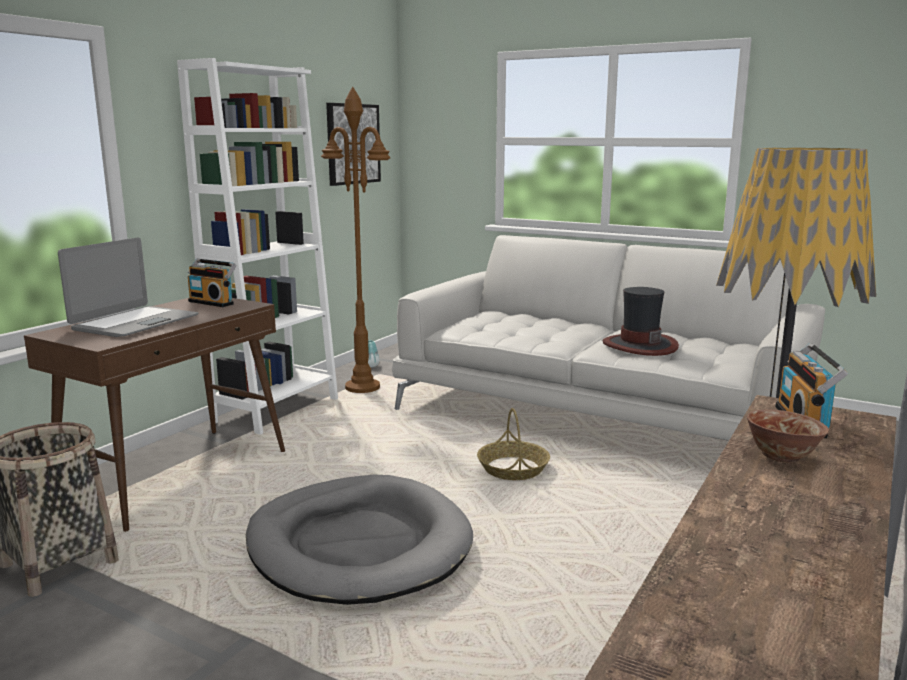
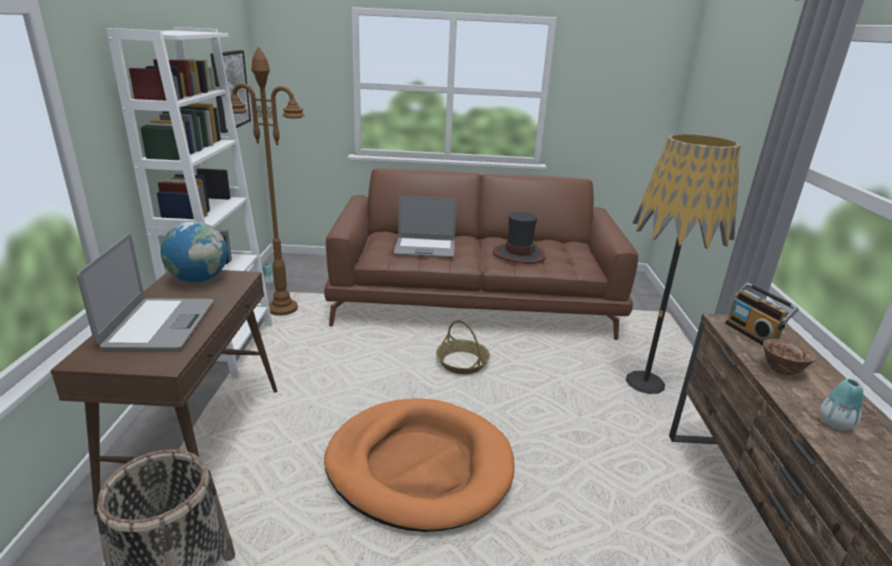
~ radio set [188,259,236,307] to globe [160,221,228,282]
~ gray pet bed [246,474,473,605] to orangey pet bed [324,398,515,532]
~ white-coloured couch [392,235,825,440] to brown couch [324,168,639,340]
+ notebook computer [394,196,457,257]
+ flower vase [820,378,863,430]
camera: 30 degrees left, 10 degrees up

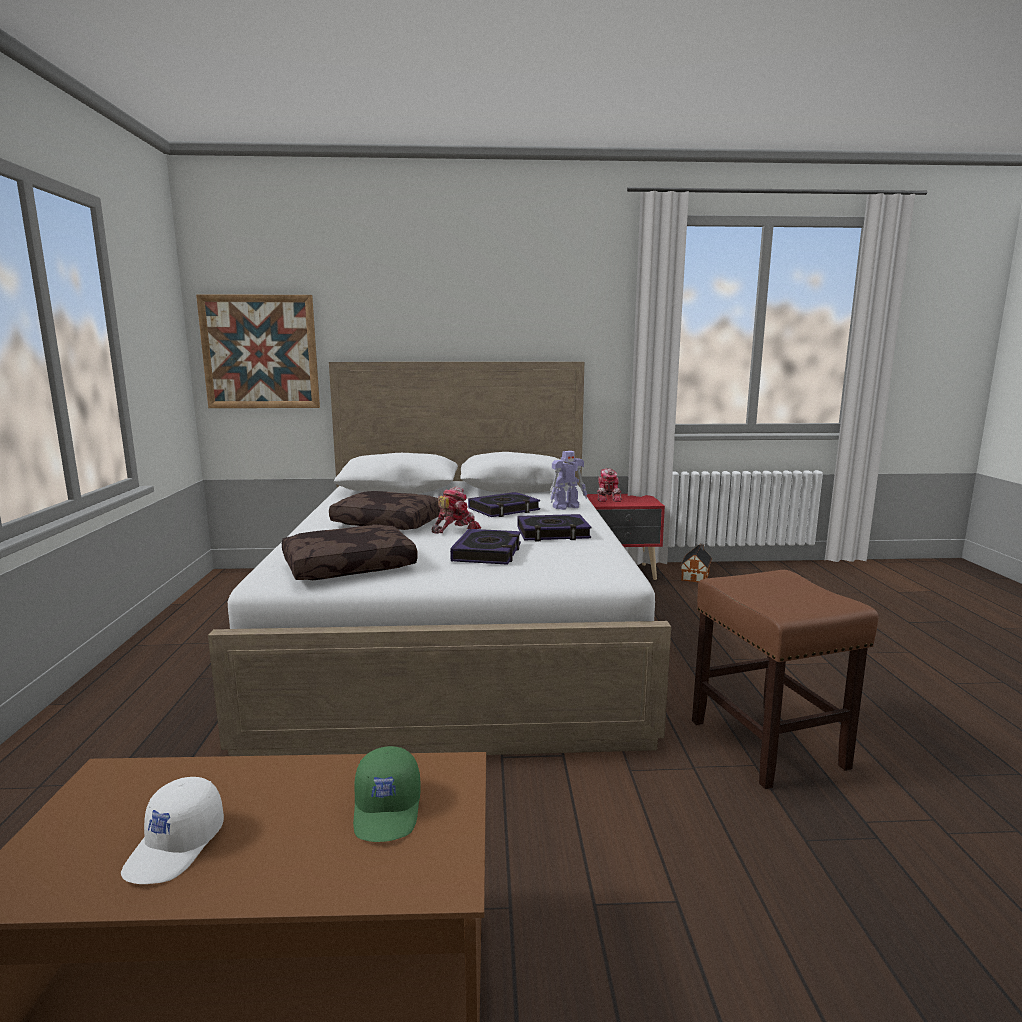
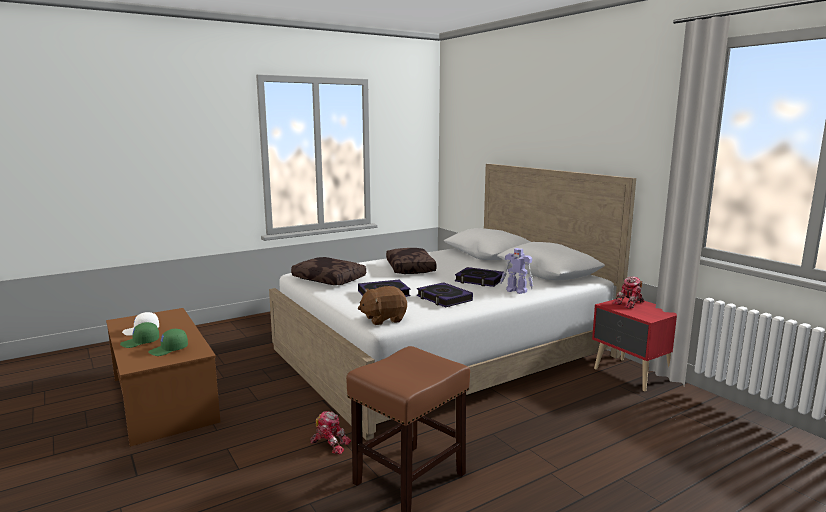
- picture [196,294,320,408]
~ model robot [432,487,481,534] to [310,411,351,455]
- miniature house [680,544,712,583]
+ green-coloured baseball cap [120,322,159,348]
+ brown plush toy [358,286,407,325]
camera: 60 degrees right, 0 degrees up

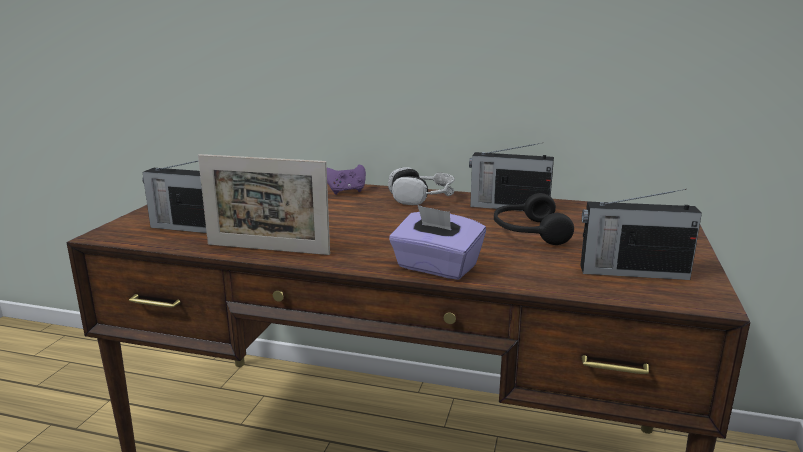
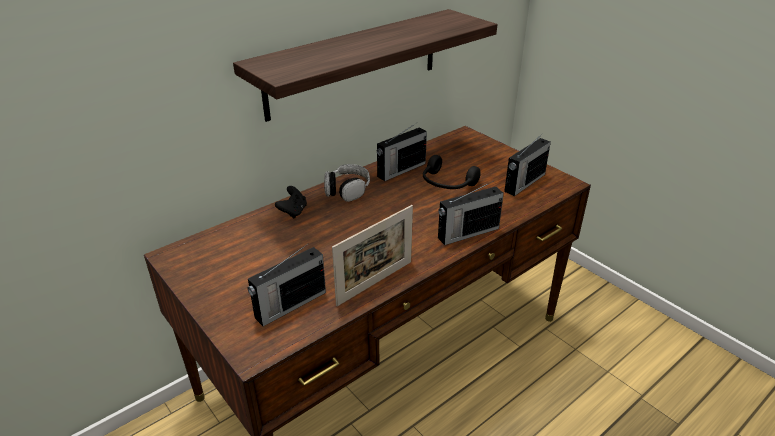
~ purple-coloured game controller [327,165,366,195] to black game controller [275,186,307,218]
~ purple-coloured box of tissues [389,205,486,280] to radio set [438,183,504,245]
+ bracket shelf [233,9,497,122]
camera: 55 degrees left, 15 degrees up

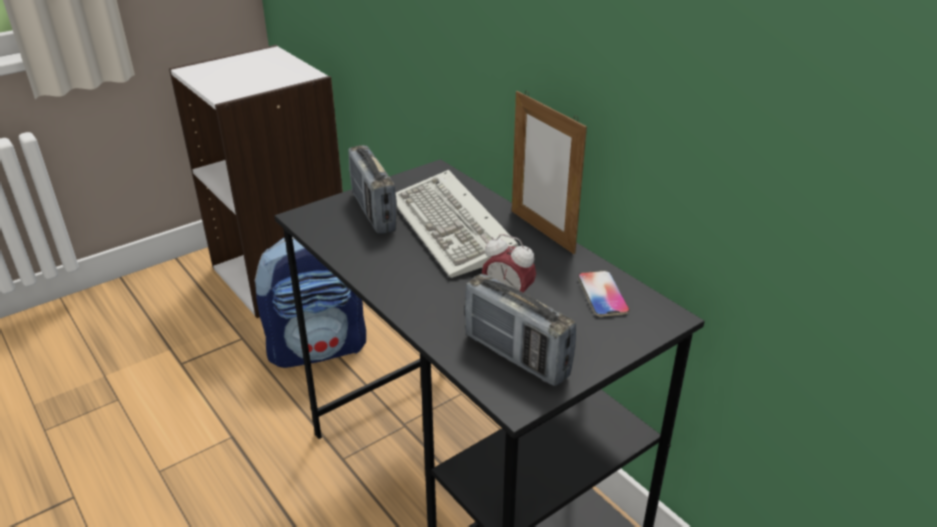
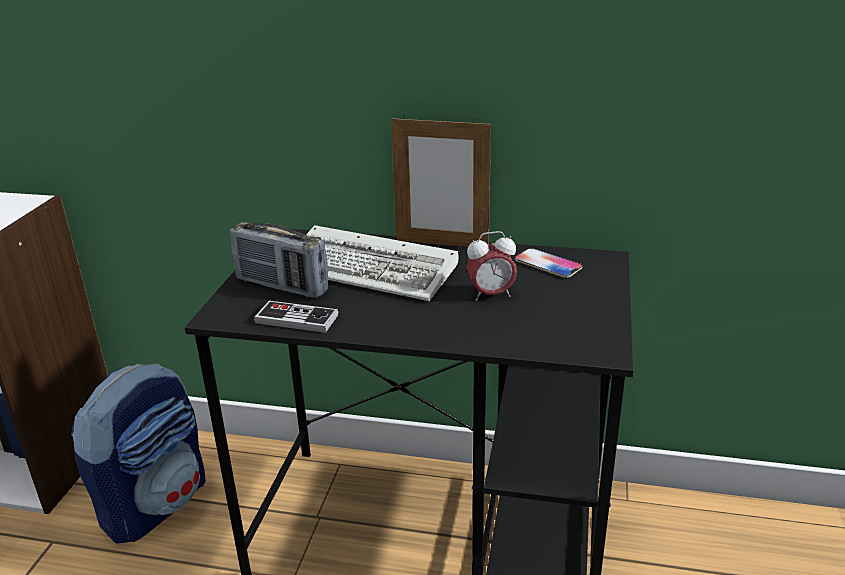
- radio set [464,274,576,386]
+ game controller [254,301,338,333]
camera: 40 degrees left, 5 degrees down

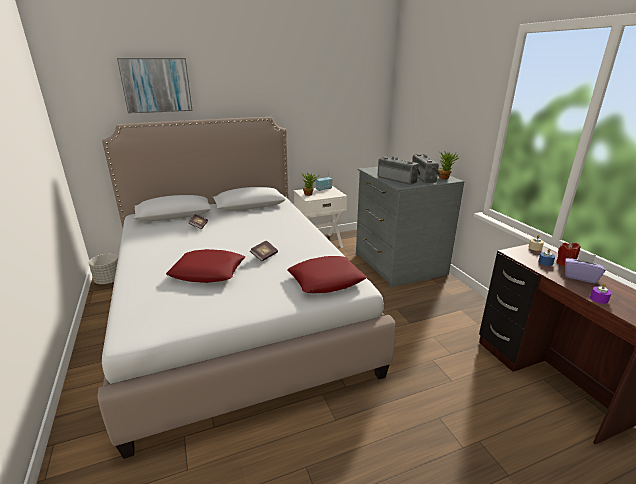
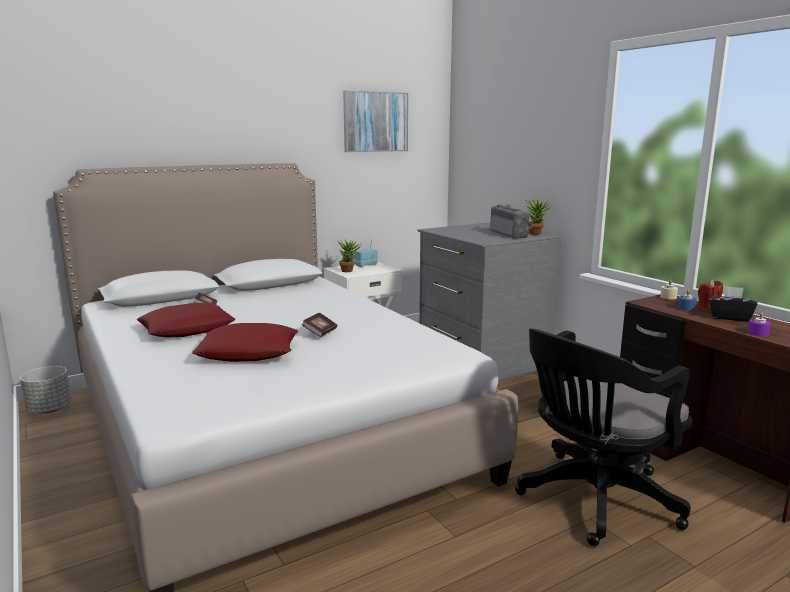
~ picture [117,58,193,113] to [343,90,408,152]
~ red throw pillow [287,256,367,293] to [136,303,235,337]
- radio set [377,156,421,185]
~ purple-coloured box of tissues [565,252,605,283] to black box of tissues [709,286,758,321]
+ black office chair [515,328,692,546]
camera: 10 degrees left, 10 degrees down

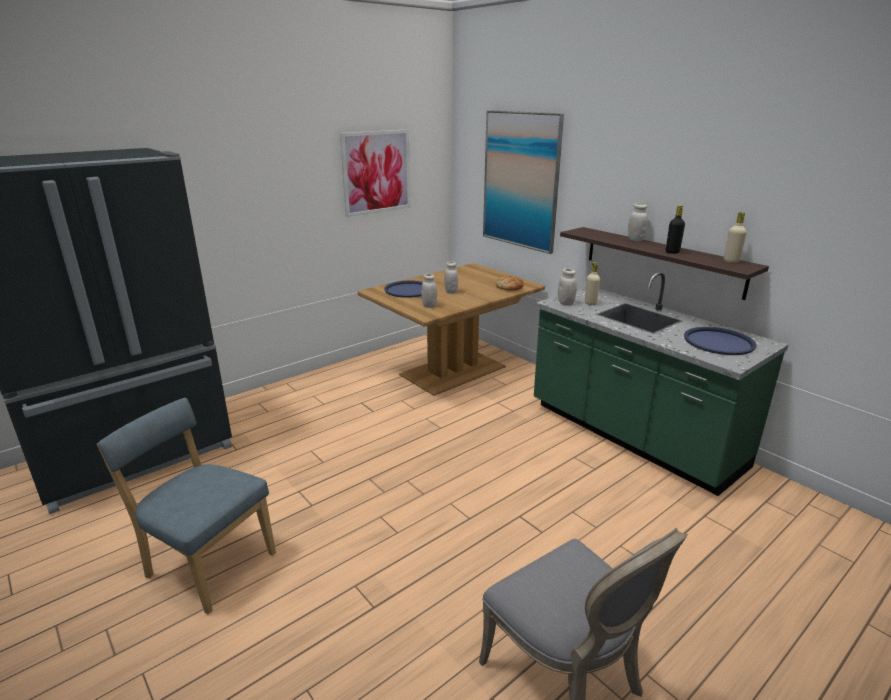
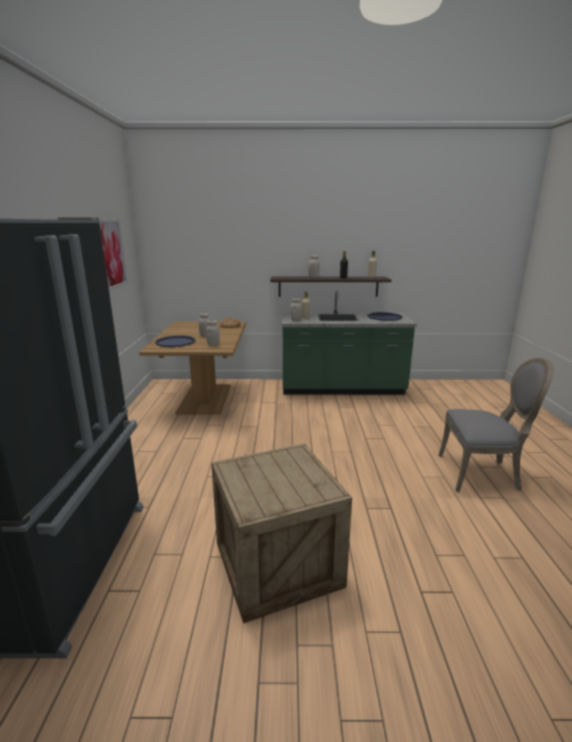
~ bluish upright chair [97,398,276,615] to packing crate [211,444,352,623]
- picture [483,110,564,254]
camera: 50 degrees left, 5 degrees down

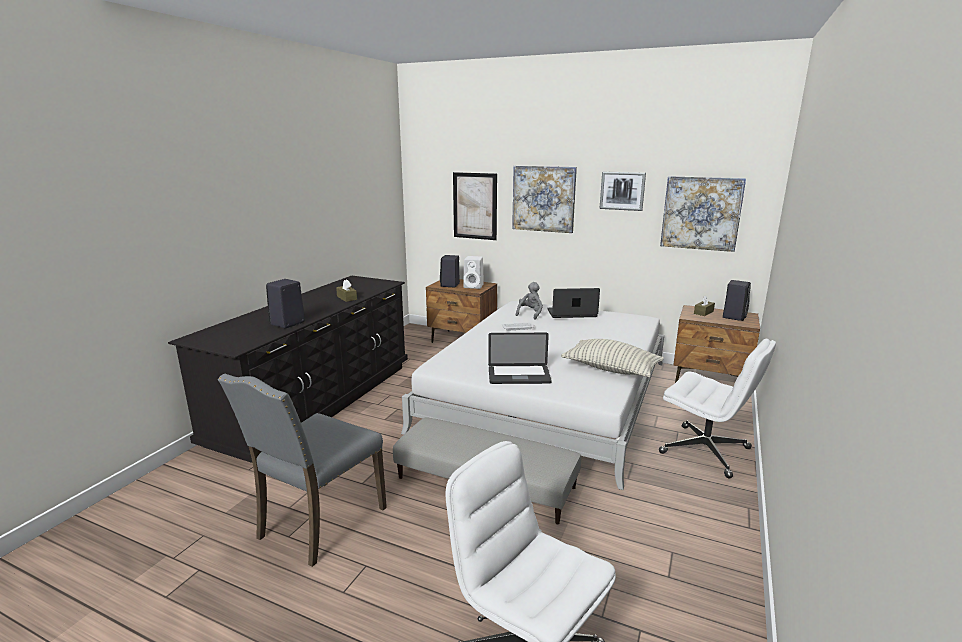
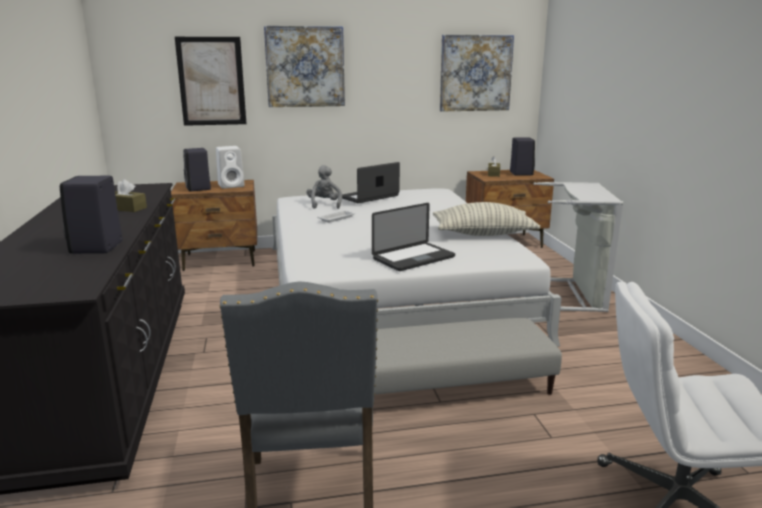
- picture [600,172,646,211]
~ white-coloured office chair [659,339,776,478] to gray hamper [533,182,623,312]
camera: 35 degrees left, 0 degrees up

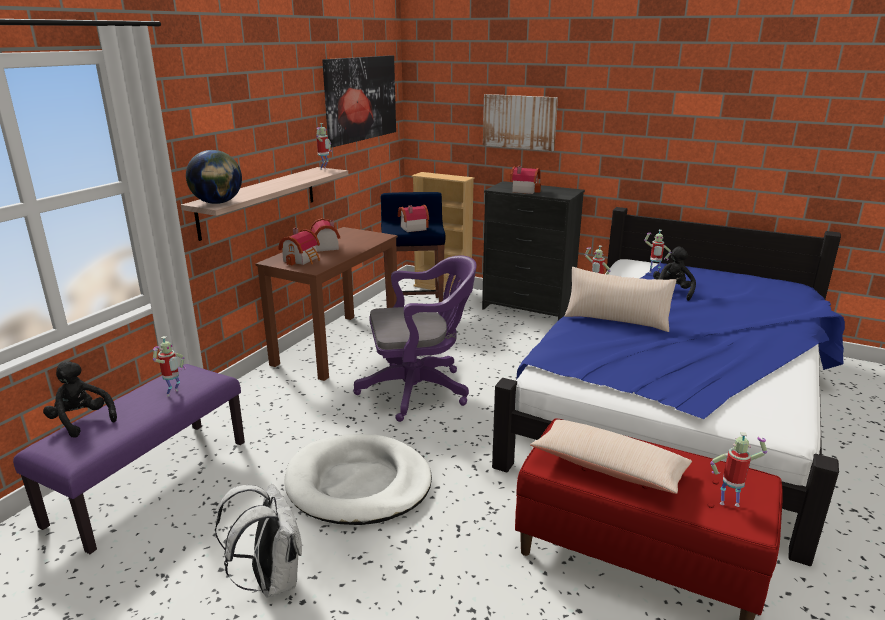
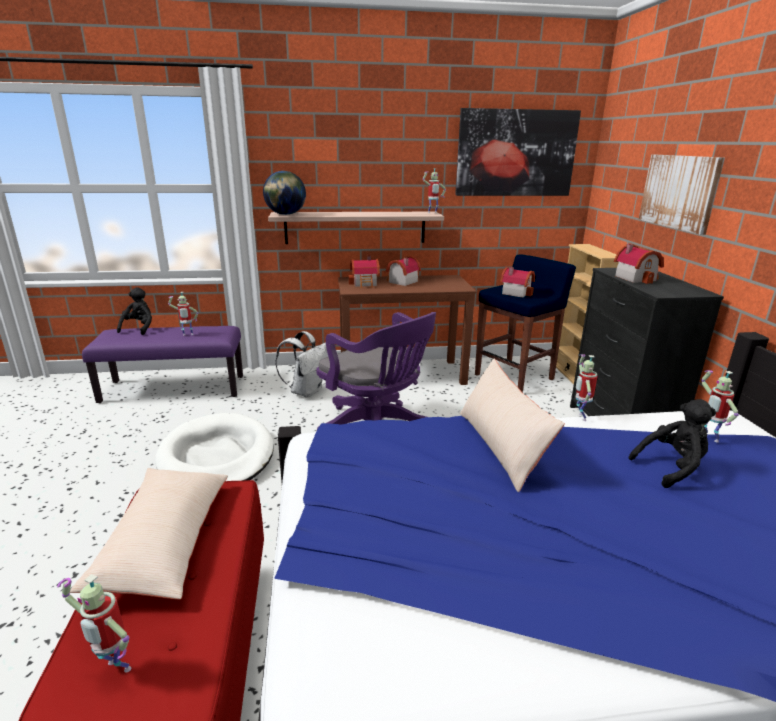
~ white-coloured rucksack [215,484,302,598] to [275,331,327,398]
~ model robot [710,432,767,507] = [57,574,131,673] 135 degrees clockwise
camera: 55 degrees right, 0 degrees up

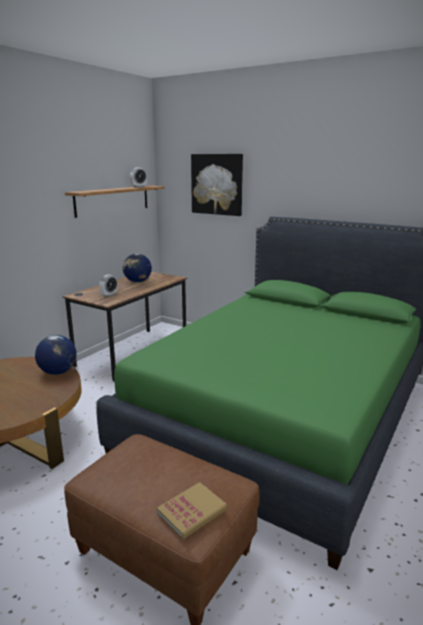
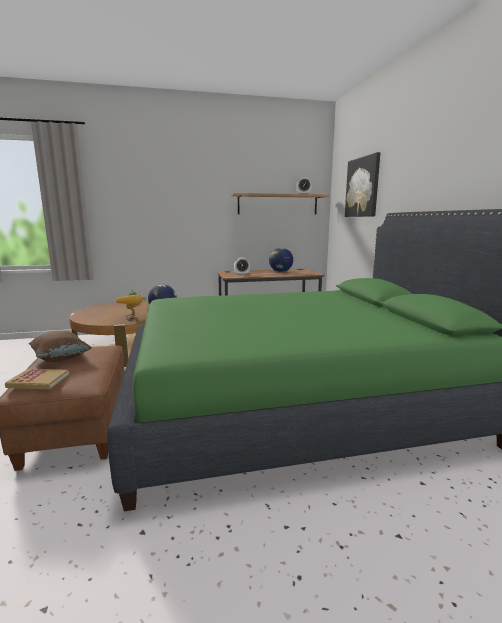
+ brown throw pillow [29,331,92,362]
+ model robot [116,288,147,320]
camera: 45 degrees right, 5 degrees down

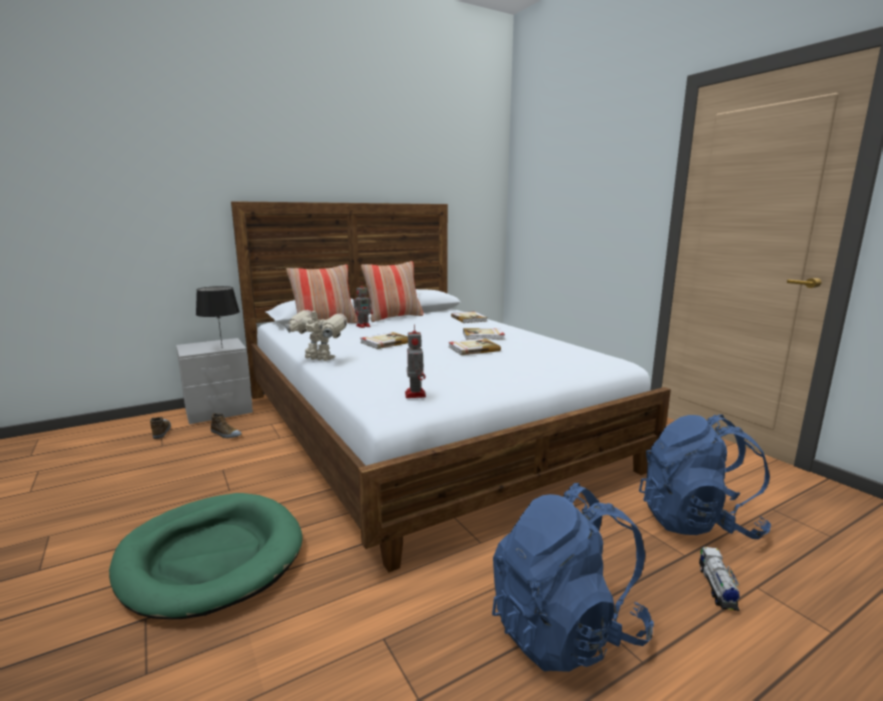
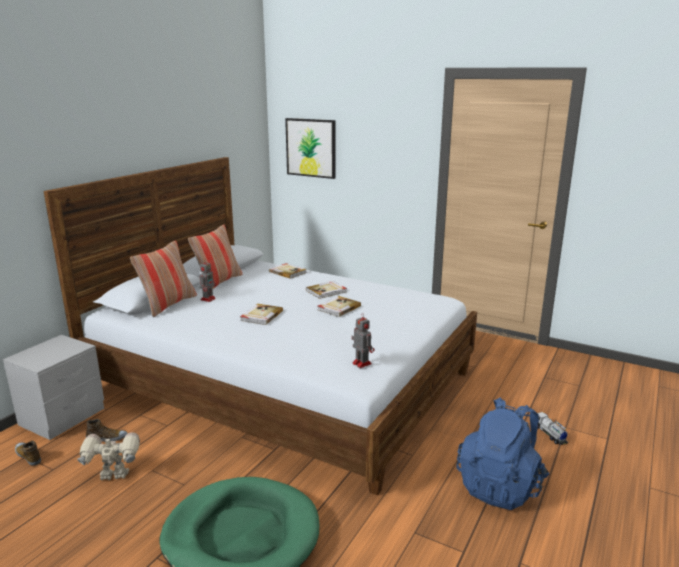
- black lamp for a table [196,286,240,349]
~ model robot [284,306,348,361] to [77,432,140,480]
- bluish rucksack [639,415,771,539]
+ picture [285,118,336,179]
camera: 30 degrees left, 5 degrees up

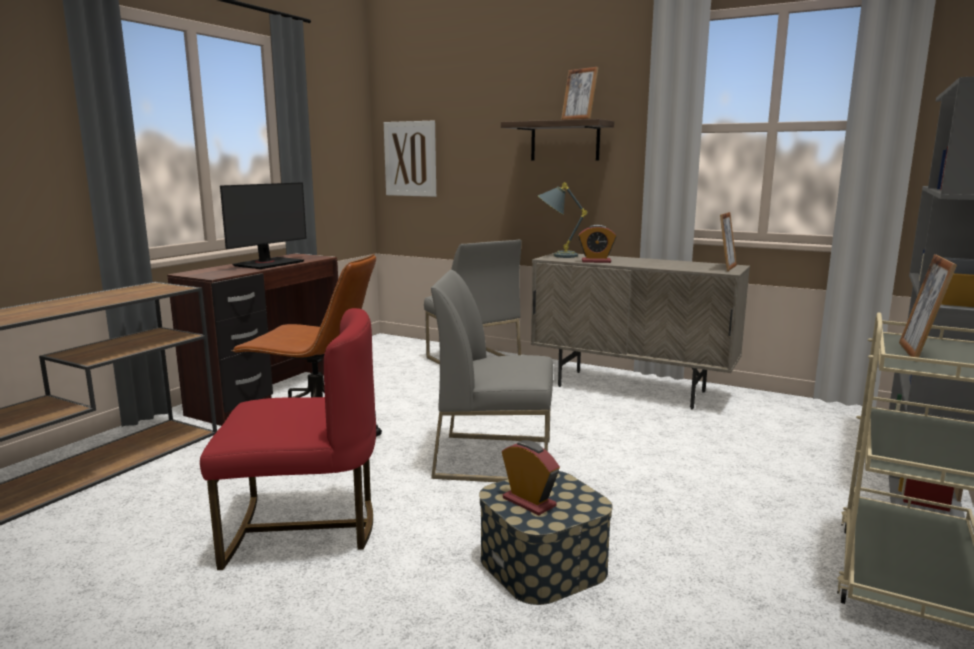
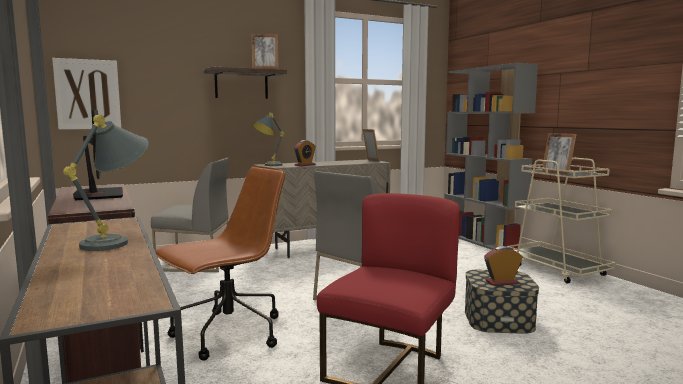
+ gray lamp for a table [63,115,149,251]
camera: 55 degrees left, 5 degrees down

